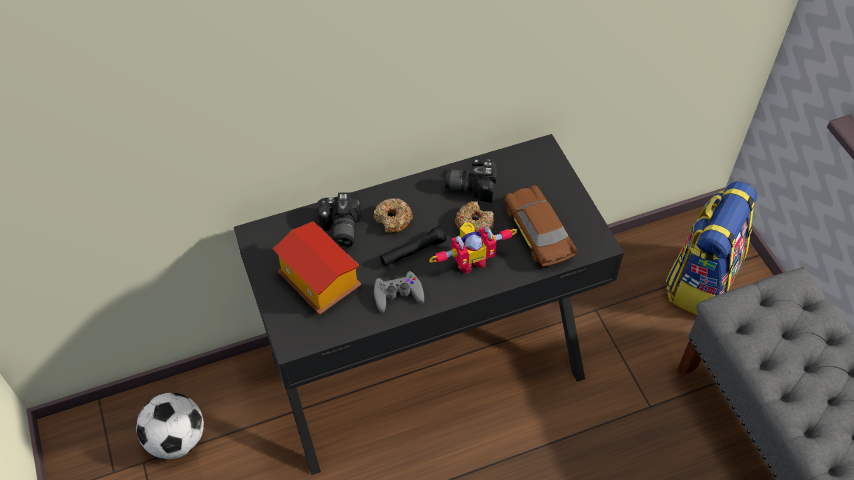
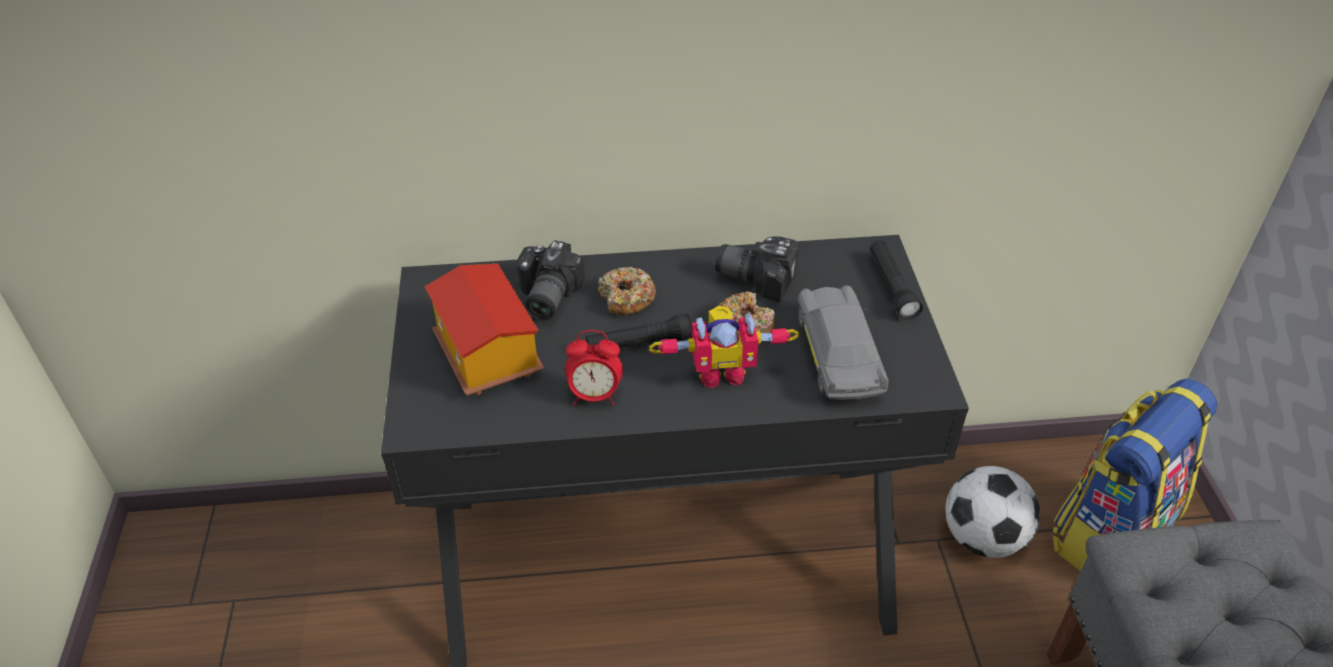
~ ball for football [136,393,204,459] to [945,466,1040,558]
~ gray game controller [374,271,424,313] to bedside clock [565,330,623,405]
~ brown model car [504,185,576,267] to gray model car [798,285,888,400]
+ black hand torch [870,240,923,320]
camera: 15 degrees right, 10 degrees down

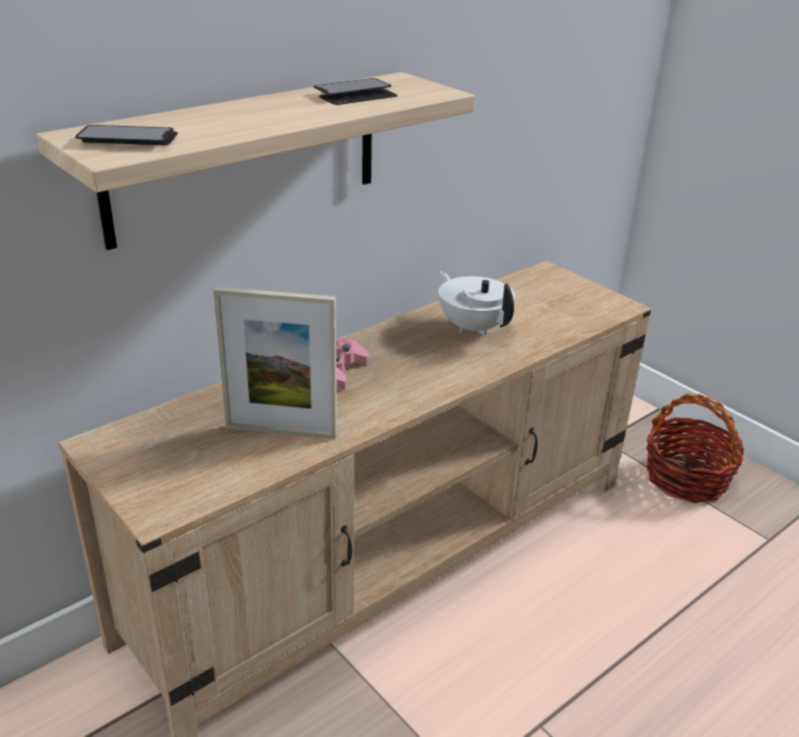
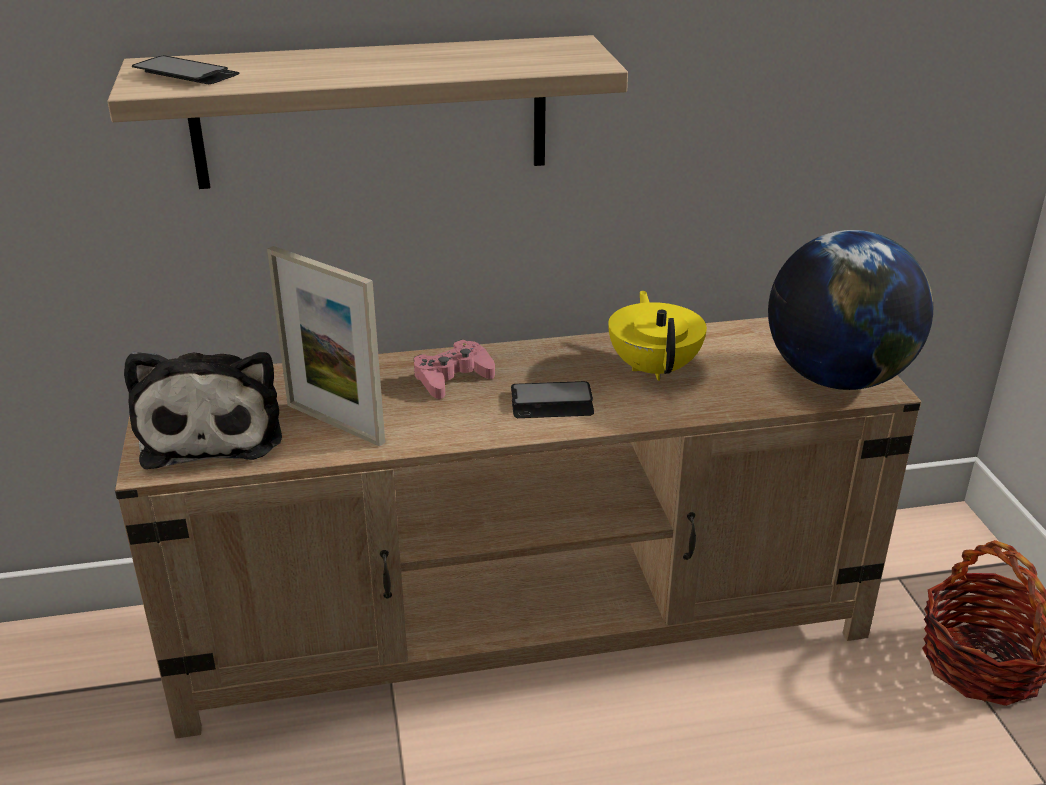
~ phone [313,78,398,105] to [511,381,594,418]
~ white-coloured tea pot [439,271,515,336] to yellowish tea pot [608,290,707,381]
+ plush toy [124,351,282,469]
+ globe [768,230,933,390]
camera: 30 degrees right, 0 degrees up

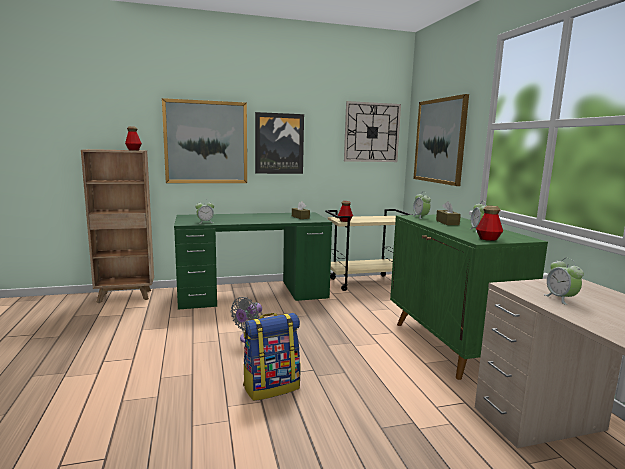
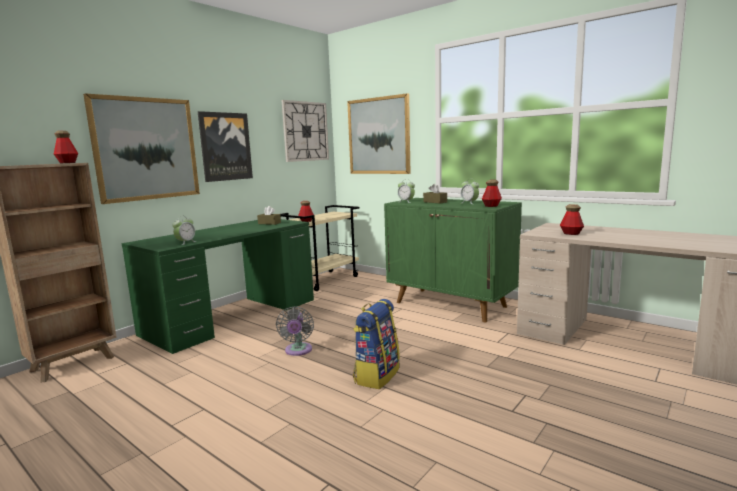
~ bedside clock [544,258,584,305] to bottle [560,204,584,235]
camera: 35 degrees left, 0 degrees up

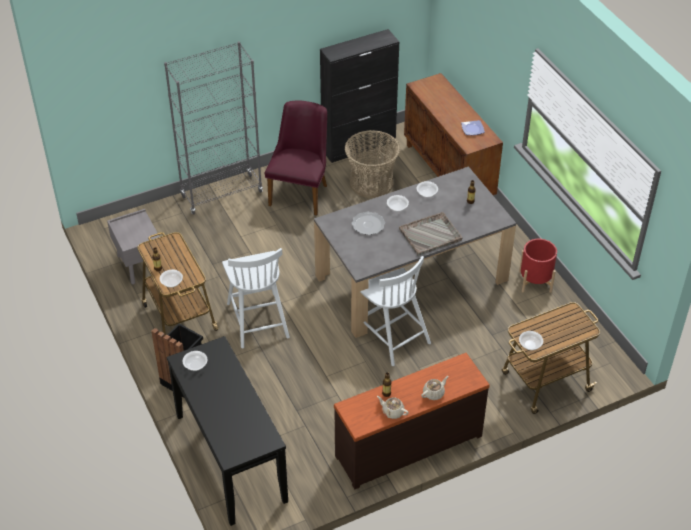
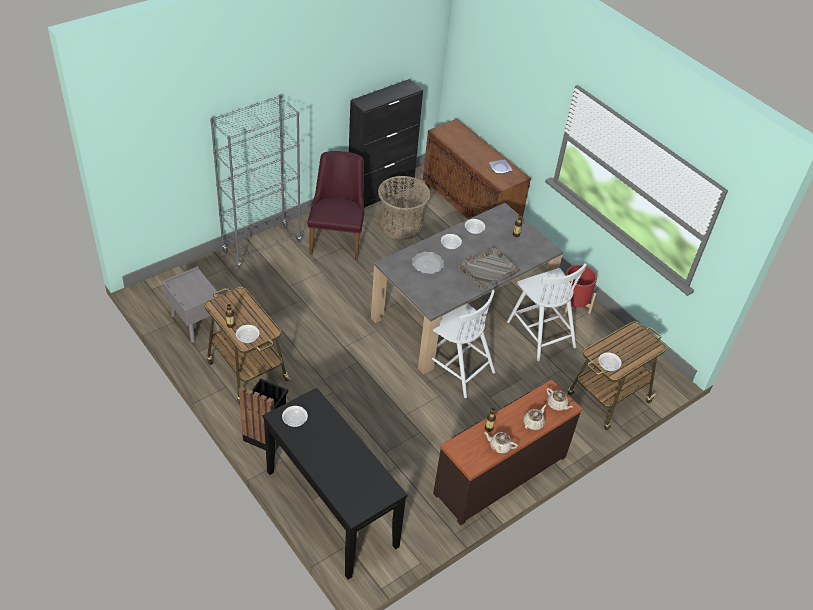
~ white-coloured upright chair [222,248,290,348] to [507,263,587,361]
+ beige tea pot [547,388,573,411]
camera: 15 degrees left, 0 degrees up

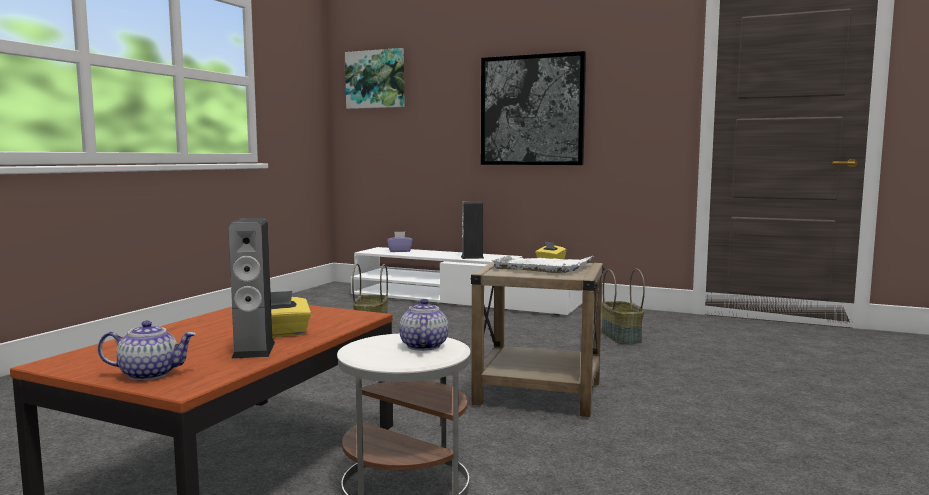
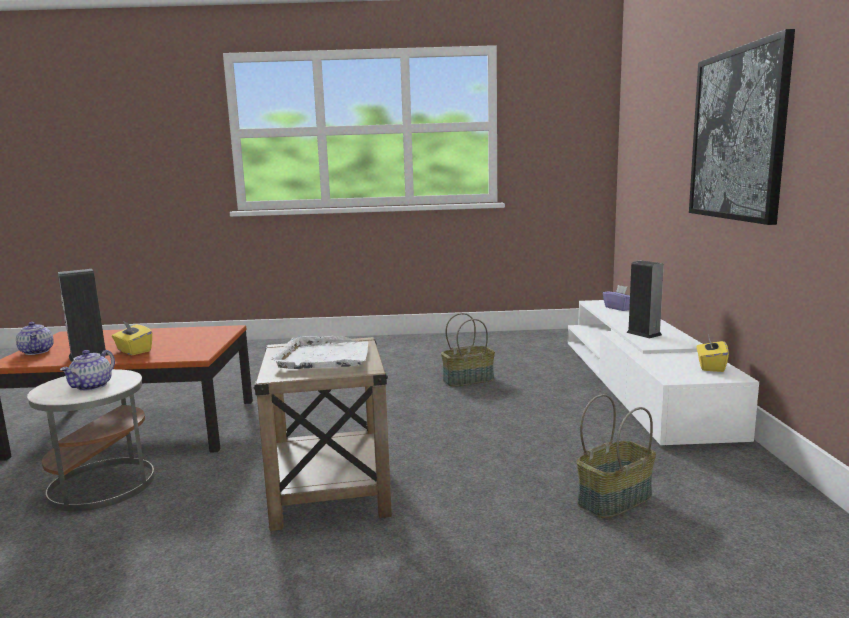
- picture [345,48,405,109]
~ tea pot [399,299,449,351] = [60,350,115,391] 135 degrees clockwise
camera: 65 degrees right, 5 degrees up

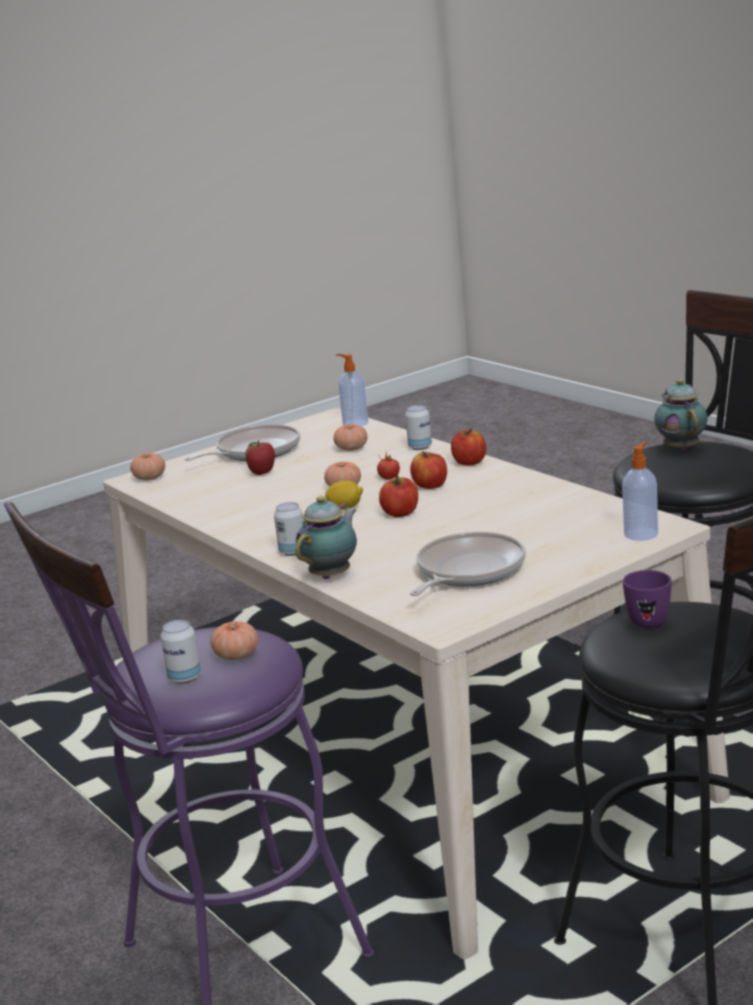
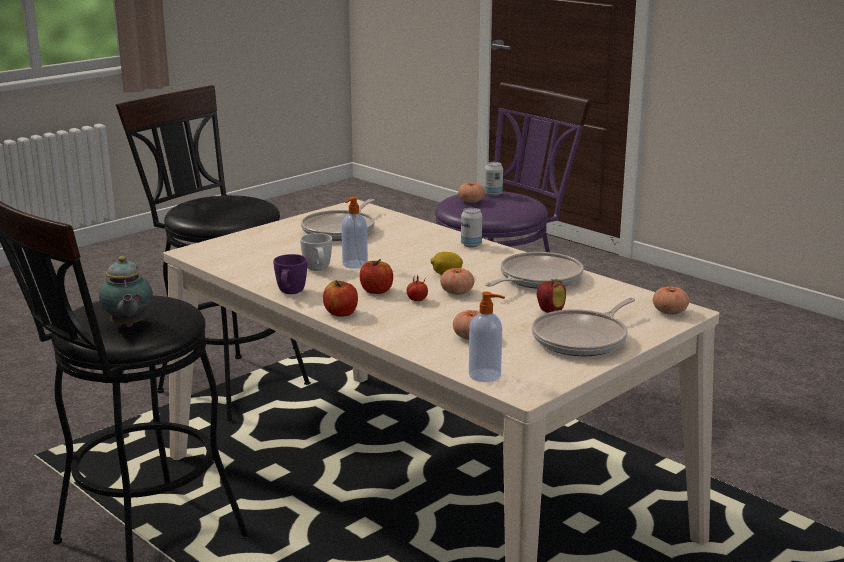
- tea pot [295,496,357,579]
- apple [379,475,418,517]
- metal can [405,405,432,450]
~ soap dispenser [622,441,658,541] to [341,196,368,269]
~ purple-coloured mug [623,570,672,628] to [273,254,307,294]
+ white-coloured mug [300,233,332,271]
+ pan [485,252,584,289]
camera: 170 degrees right, 0 degrees up

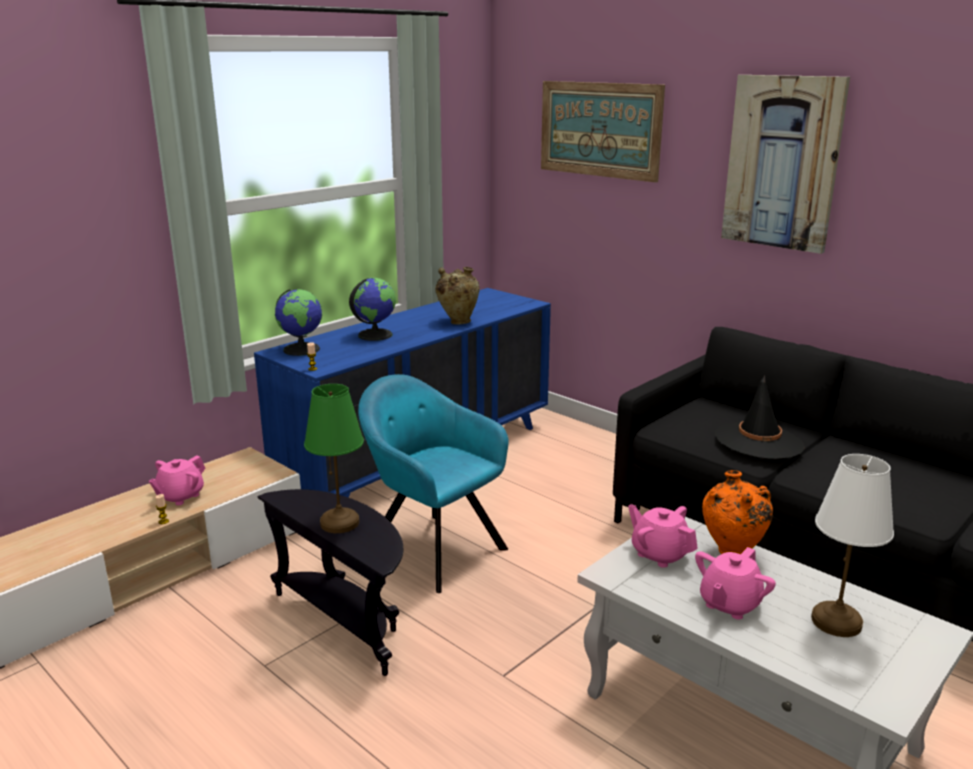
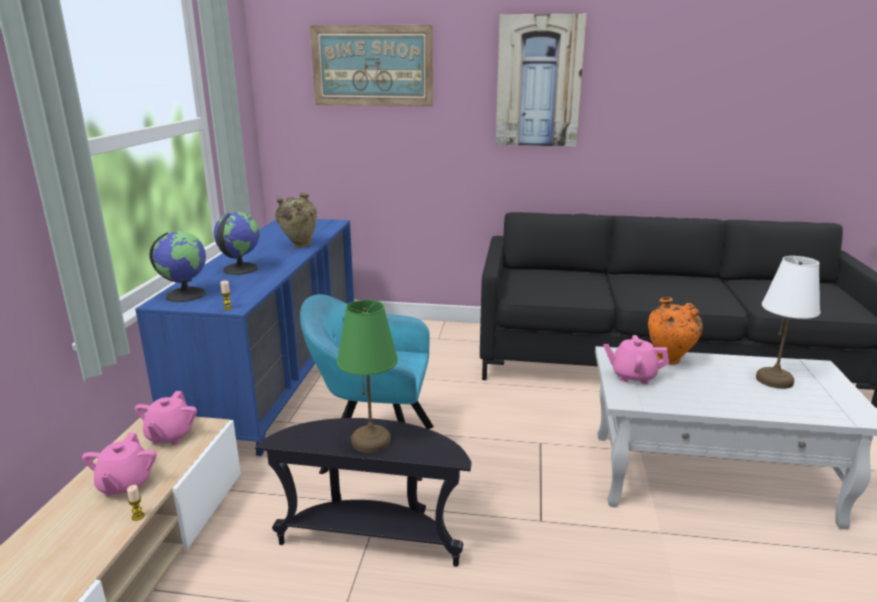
~ pinkish tea pot [695,547,776,619] to [135,391,197,445]
- black hat [715,376,805,459]
camera: 35 degrees left, 0 degrees up

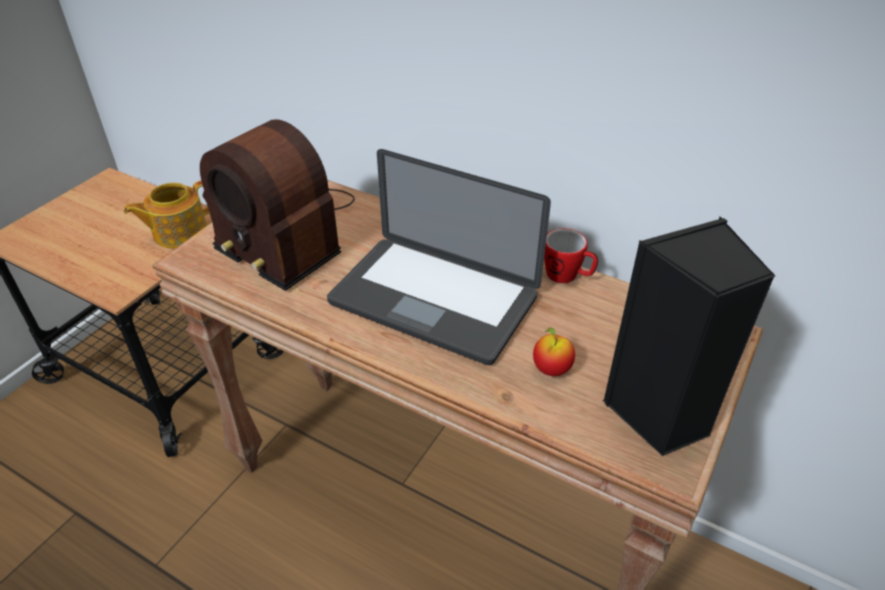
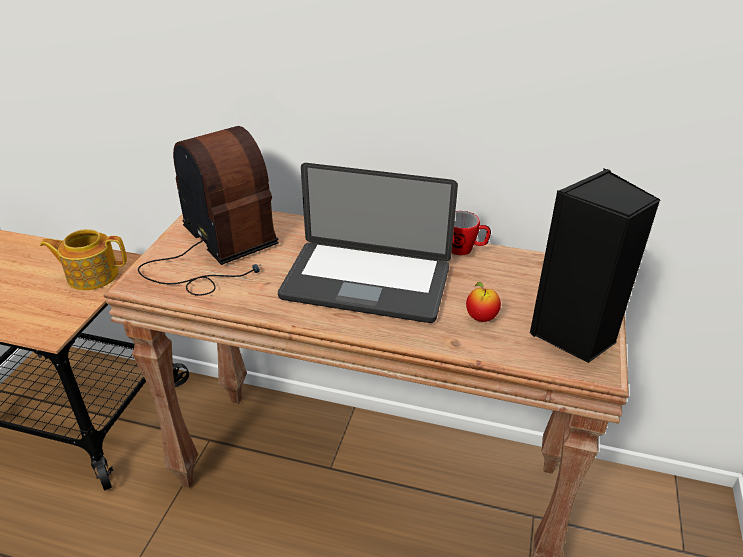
~ tea pot [124,181,209,249] = [40,229,127,290] 45 degrees clockwise
~ radio set [200,119,355,291] = [138,126,279,296] 150 degrees counterclockwise
camera: 15 degrees left, 5 degrees down

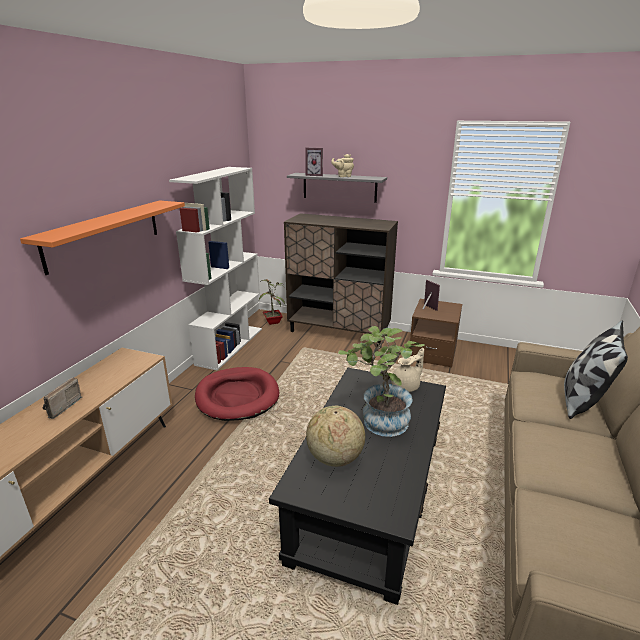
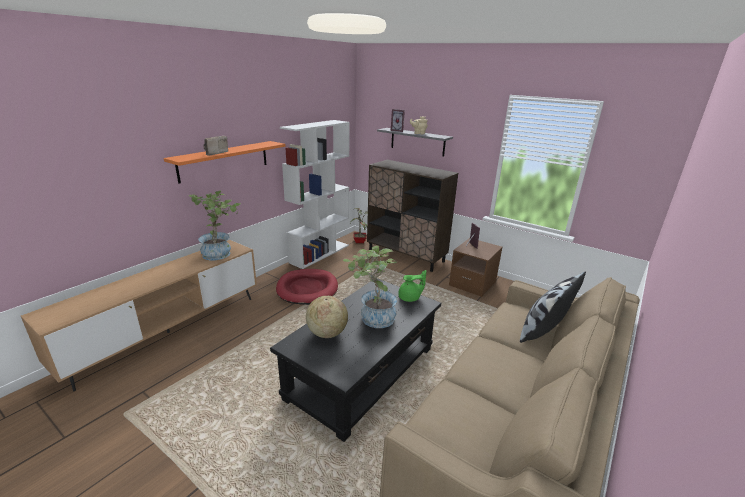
~ radio set [43,377,82,419] to [203,136,228,156]
~ beige tea pot [391,348,424,392] to green-coloured tea pot [398,270,426,302]
+ plant in a pot [189,190,241,260]
camera: 15 degrees right, 0 degrees up

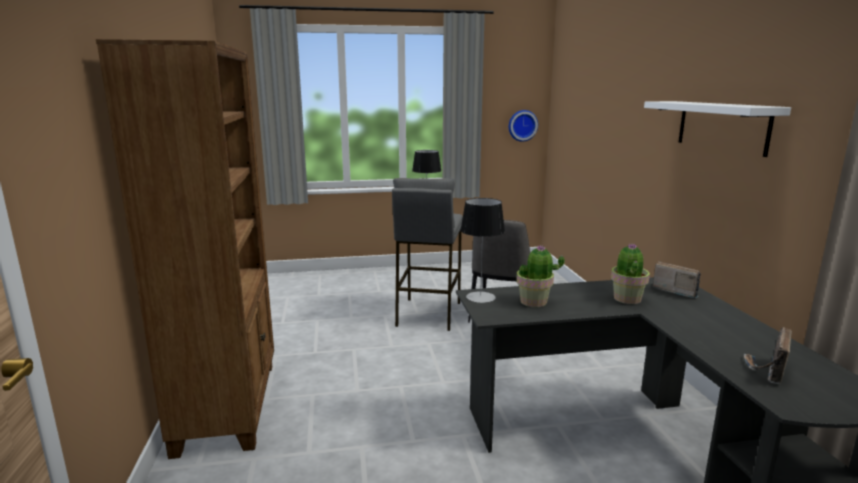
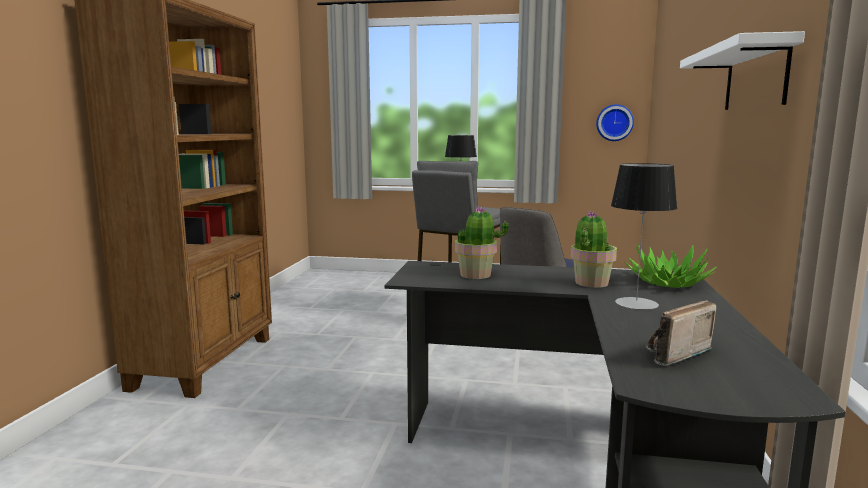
~ lamp for a table [460,198,505,303] to [611,163,677,310]
~ radio set [653,261,701,298] to plant in a pot [624,244,716,288]
camera: 20 degrees right, 5 degrees down

